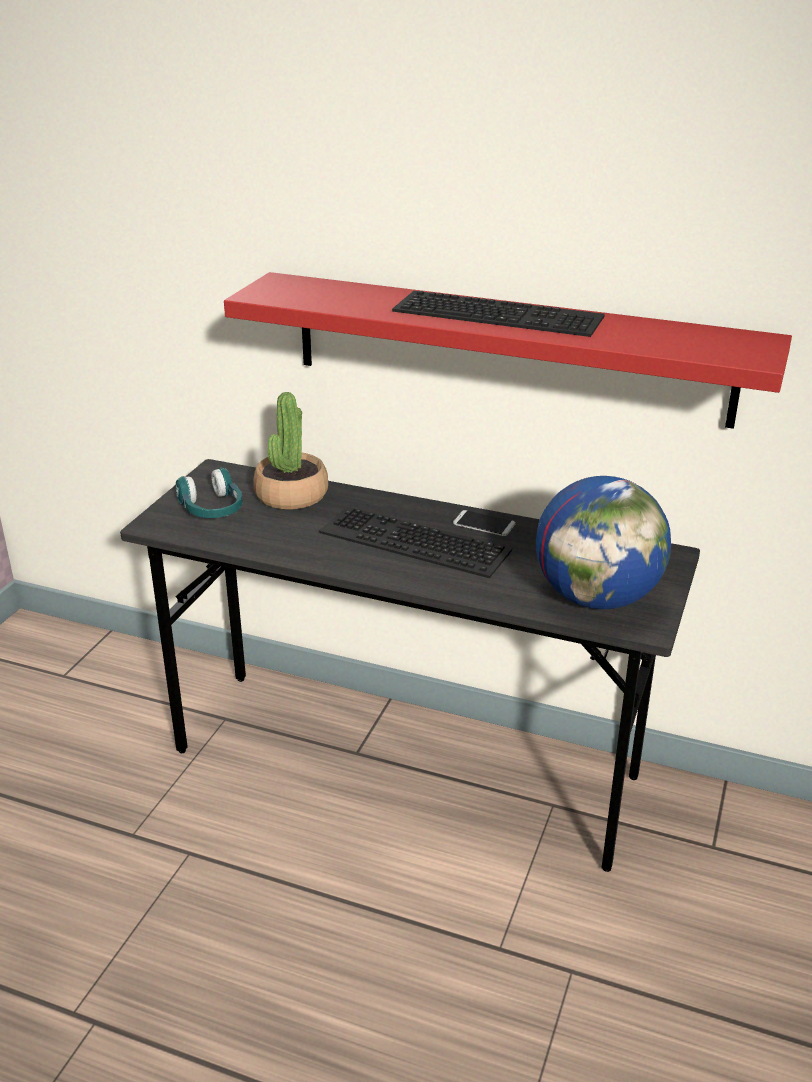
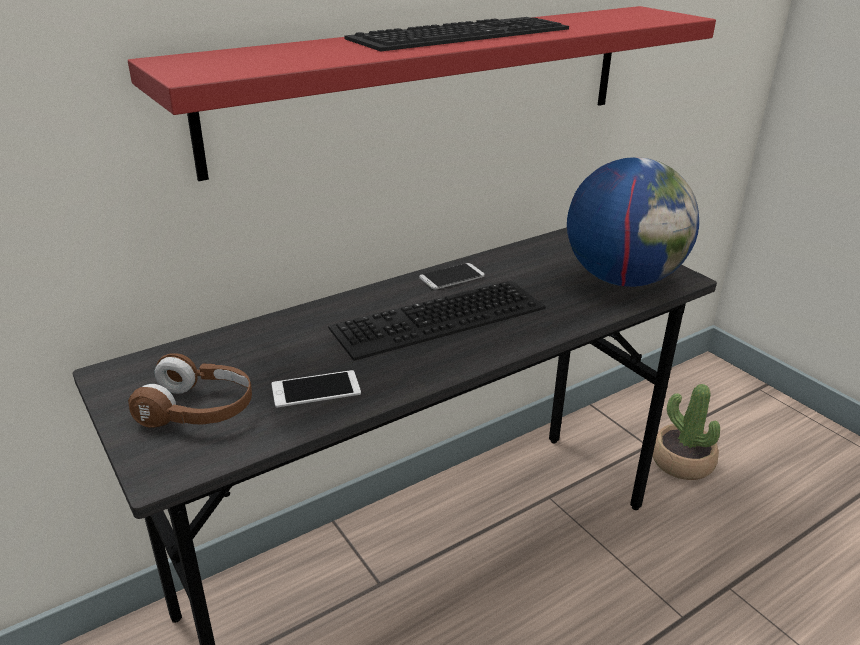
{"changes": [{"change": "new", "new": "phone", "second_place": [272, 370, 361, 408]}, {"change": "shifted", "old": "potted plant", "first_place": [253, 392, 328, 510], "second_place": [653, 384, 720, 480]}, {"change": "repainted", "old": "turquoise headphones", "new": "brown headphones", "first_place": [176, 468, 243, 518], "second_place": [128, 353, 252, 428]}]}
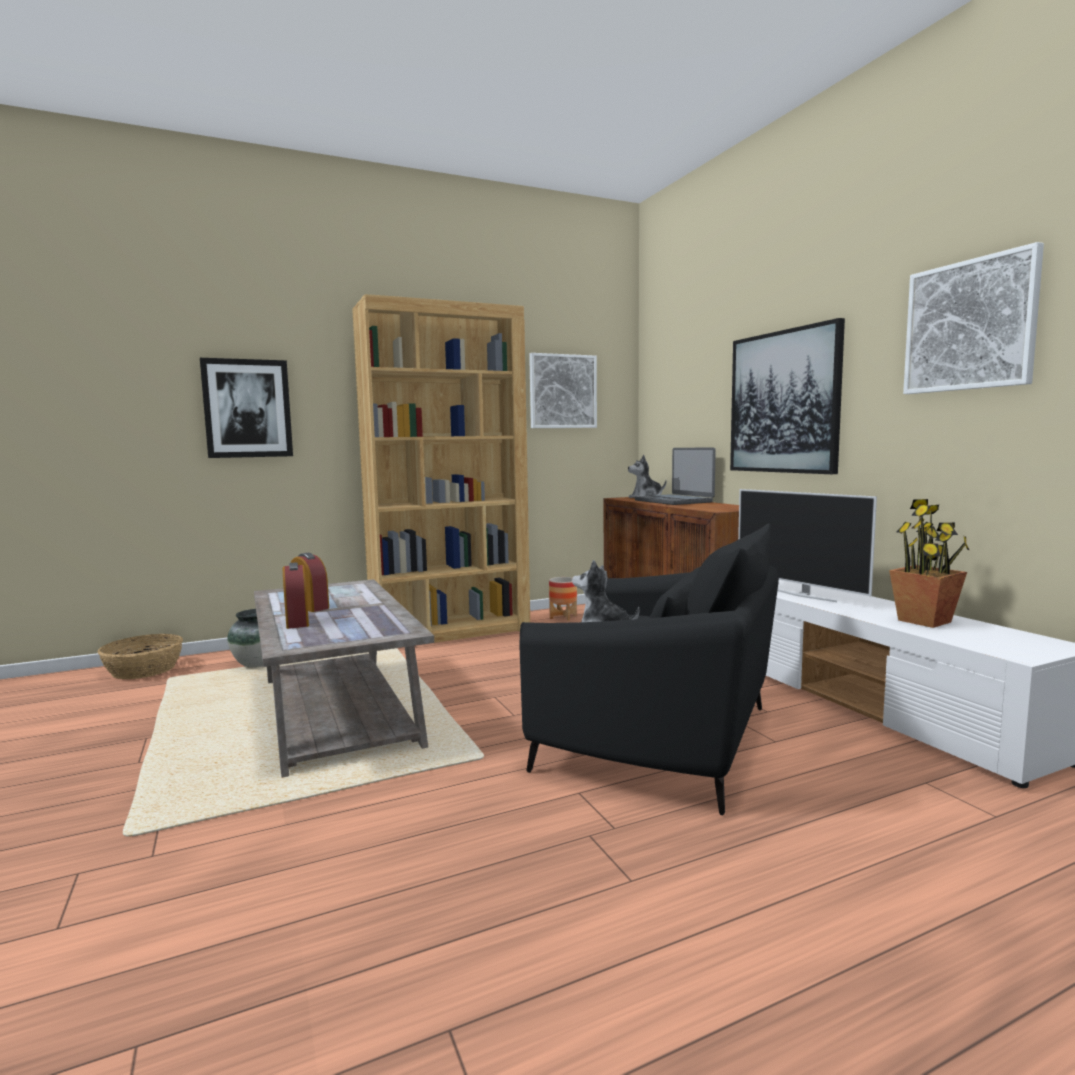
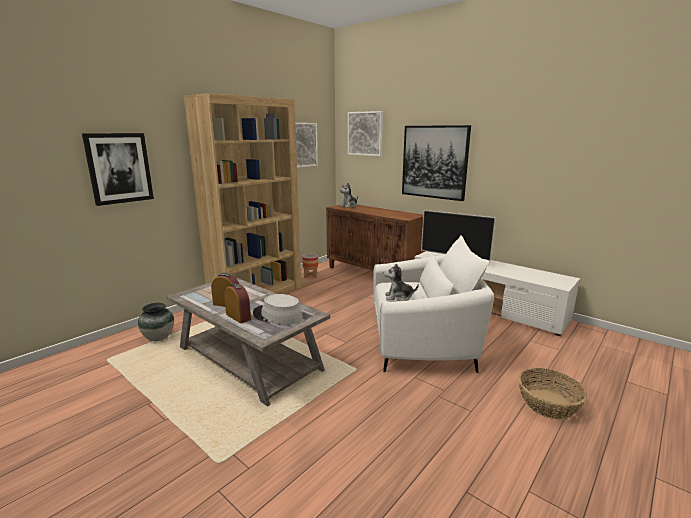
{"changes": [{"change": "gone", "old": "laptop", "first_place": [635, 448, 716, 505]}, {"change": "gone", "old": "potted plant", "first_place": [889, 499, 970, 628]}, {"change": "new", "new": "grey hat", "second_place": [253, 294, 303, 325]}, {"change": "shifted", "old": "basket", "first_place": [98, 634, 183, 679], "second_place": [518, 368, 587, 419]}, {"change": "shifted", "old": "picture", "first_place": [903, 242, 1044, 394], "second_place": [348, 111, 383, 156]}, {"change": "repainted", "old": "black armchair", "new": "white armchair", "first_place": [519, 524, 779, 815], "second_place": [373, 235, 494, 373]}]}
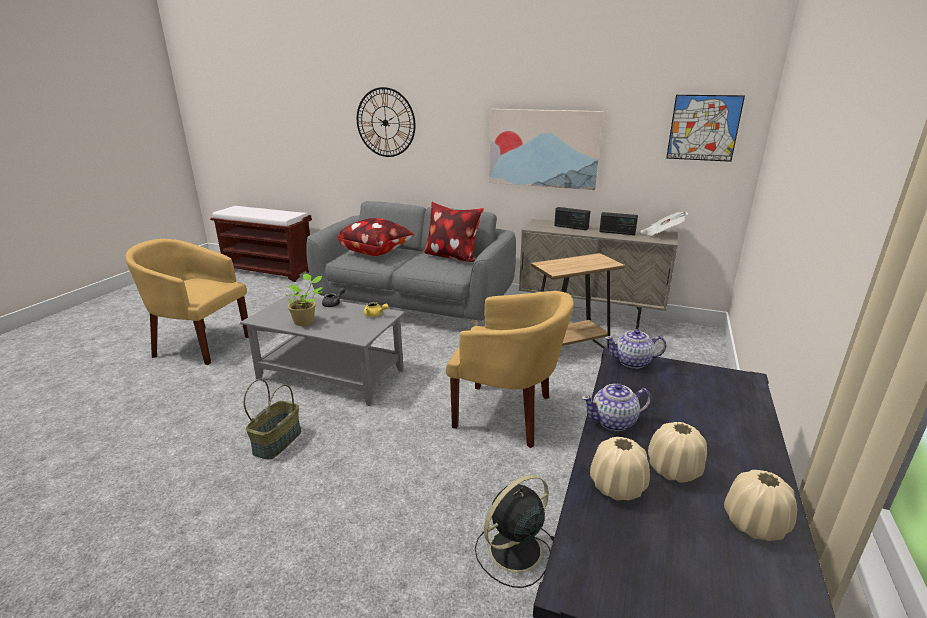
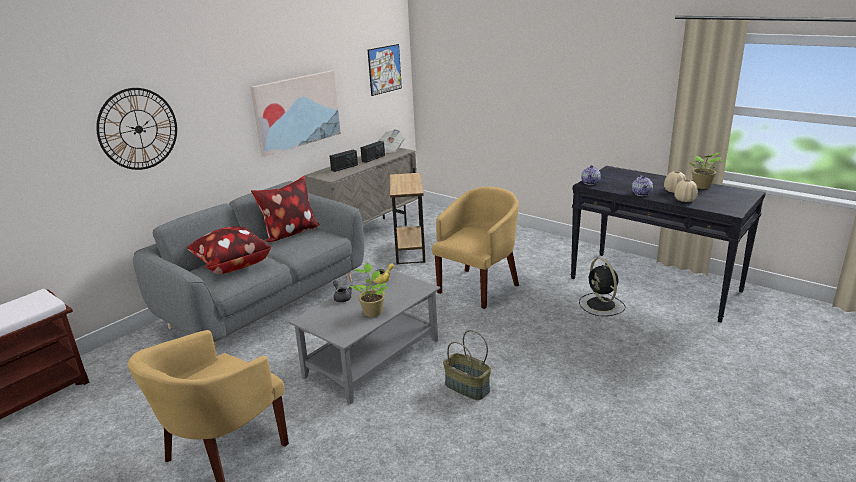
{"changes": [{"change": "swapped", "old": "beige vase", "new": "potted plant", "first_place": [724, 470, 797, 541], "second_place": [690, 152, 724, 189]}]}
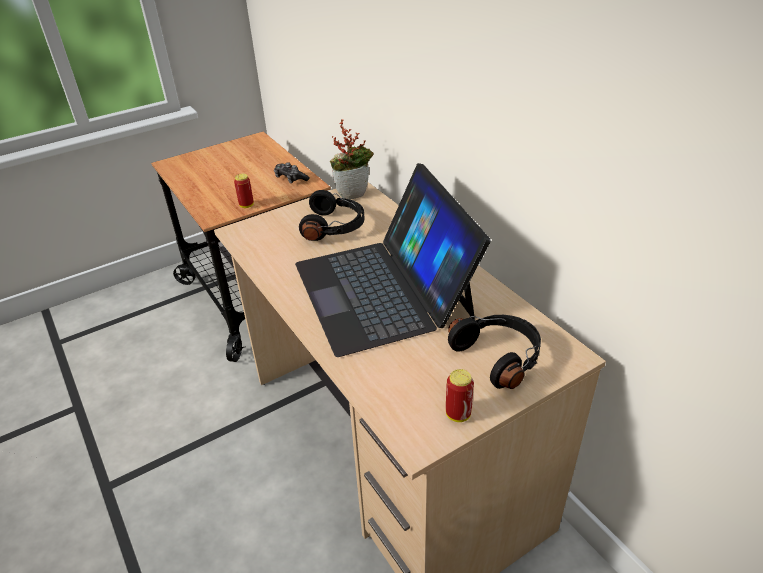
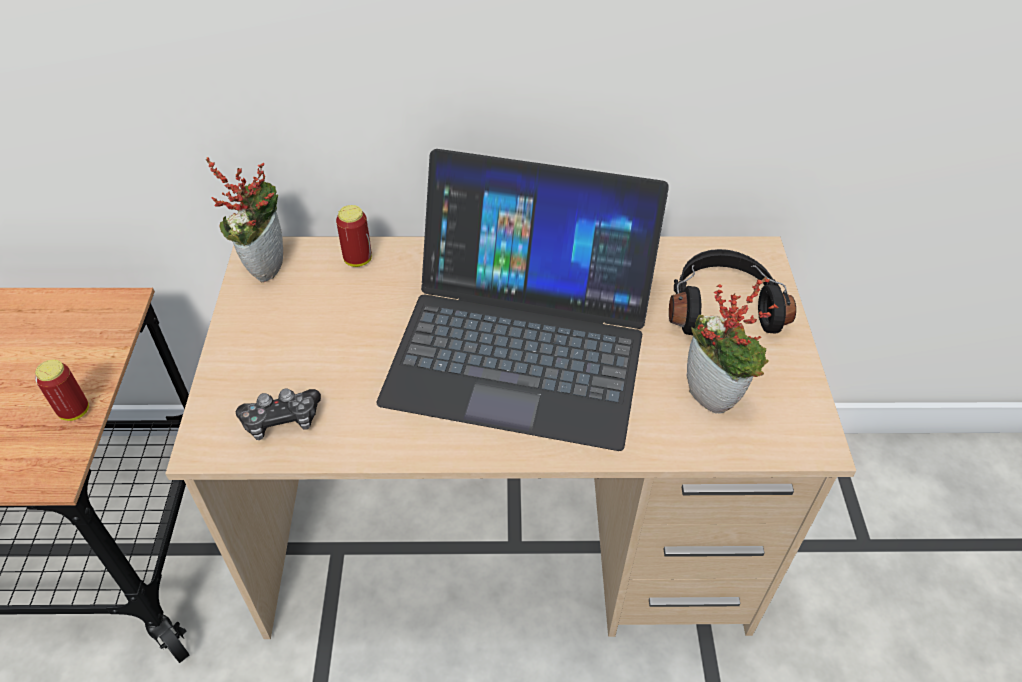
{"changes": [{"change": "gone", "old": "black headphones", "first_place": [299, 190, 364, 241]}, {"change": "new", "new": "potted plant", "second_place": [686, 277, 778, 414]}, {"change": "shifted", "old": "game controller", "first_place": [274, 162, 309, 183], "second_place": [236, 388, 321, 440]}, {"change": "shifted", "old": "can", "first_place": [446, 369, 474, 422], "second_place": [336, 205, 372, 267]}]}
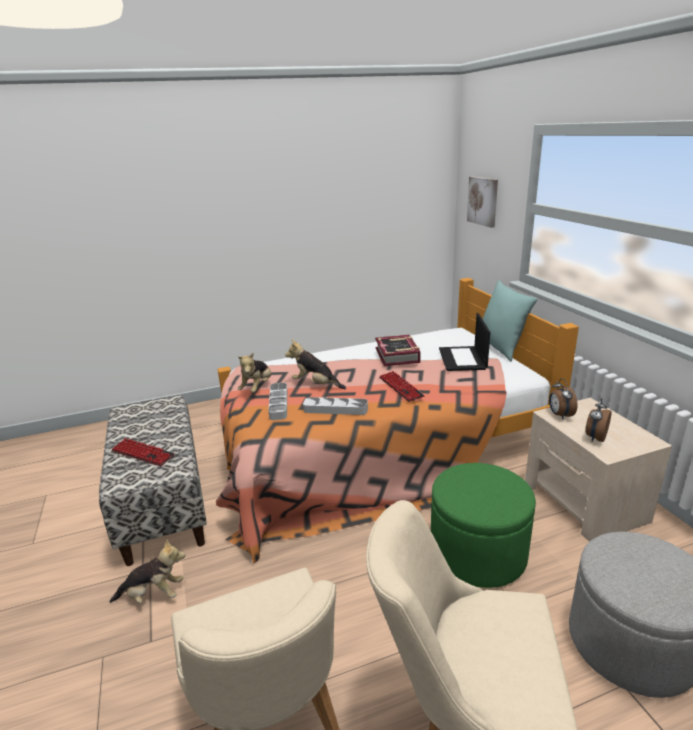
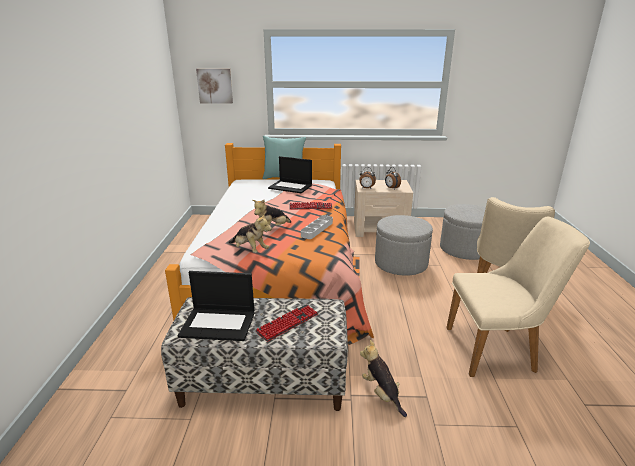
{"changes": [{"change": "gone", "old": "grey tray", "first_place": [268, 383, 287, 420]}, {"change": "gone", "old": "book", "first_place": [375, 335, 421, 366]}, {"change": "new", "new": "laptop", "second_place": [178, 271, 255, 341]}, {"change": "repainted", "old": "green ottoman", "new": "grey ottoman", "first_place": [431, 463, 536, 588], "second_place": [375, 215, 433, 276]}, {"change": "rotated", "old": "plush toy", "first_place": [110, 539, 185, 604], "second_place": [360, 340, 407, 417], "degrees": -45}]}
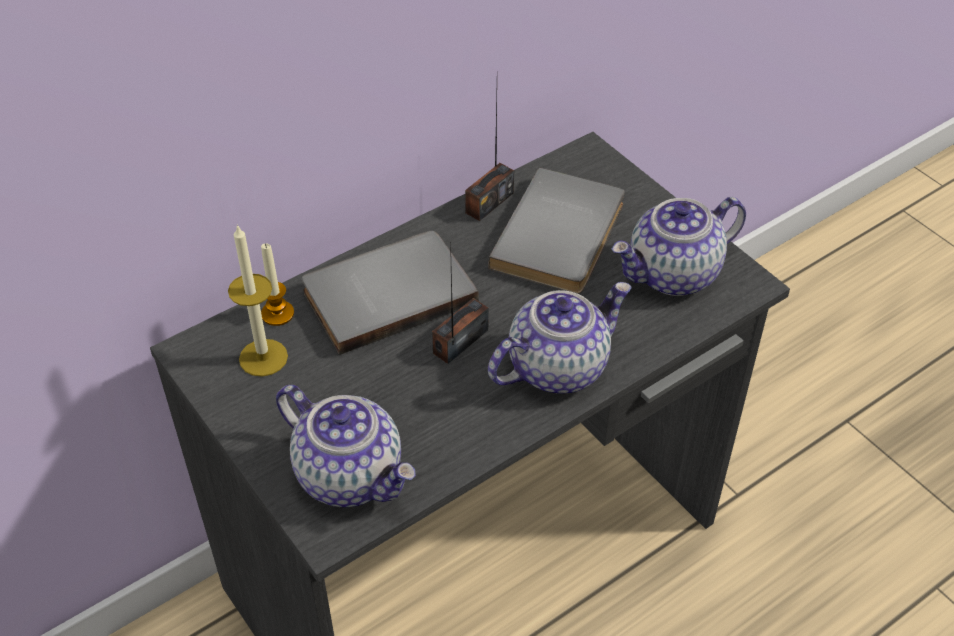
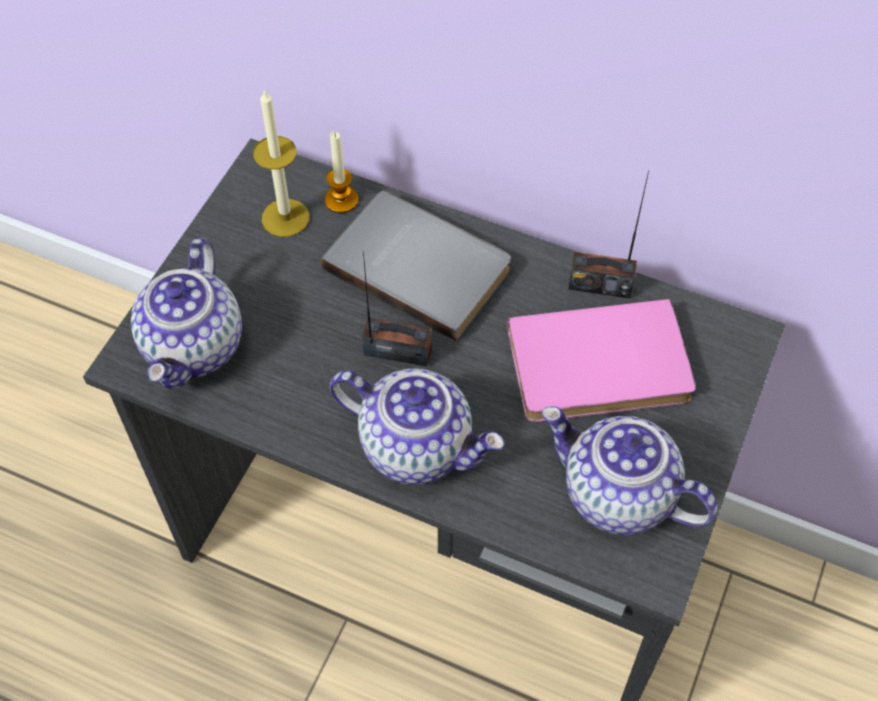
{"changes": [{"change": "repainted", "old": "grey book", "new": "pink book", "first_place": [488, 167, 625, 294], "second_place": [507, 299, 696, 422]}]}
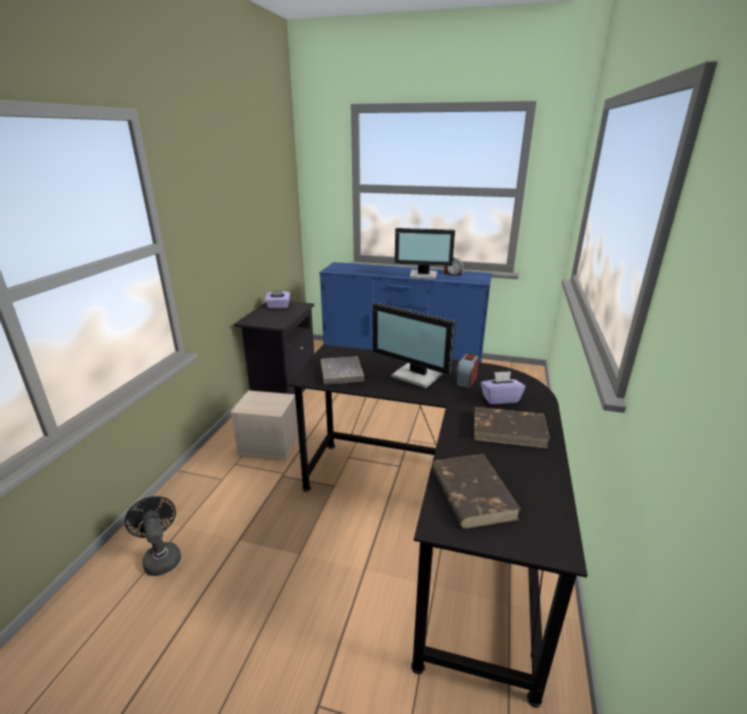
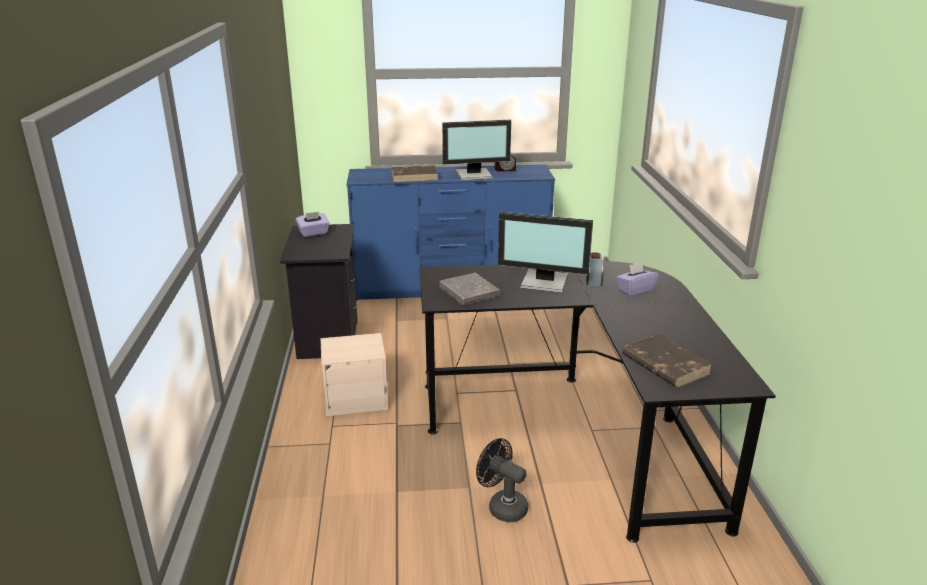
{"changes": [{"change": "shifted", "old": "black fan", "first_place": [124, 496, 181, 576], "second_place": [476, 438, 528, 522]}, {"change": "shifted", "old": "brown book", "first_place": [474, 407, 550, 449], "second_place": [391, 165, 438, 182]}]}
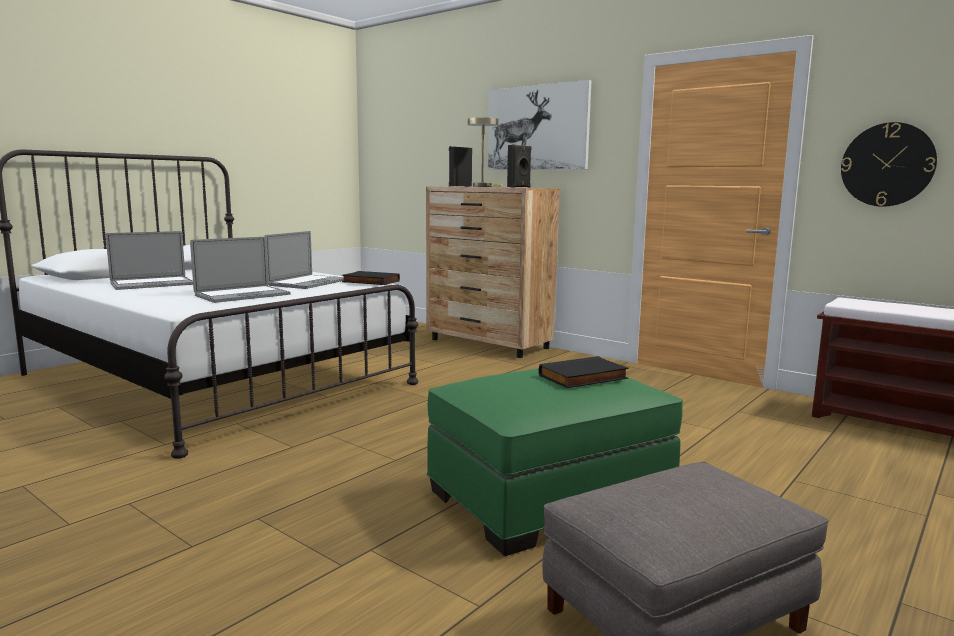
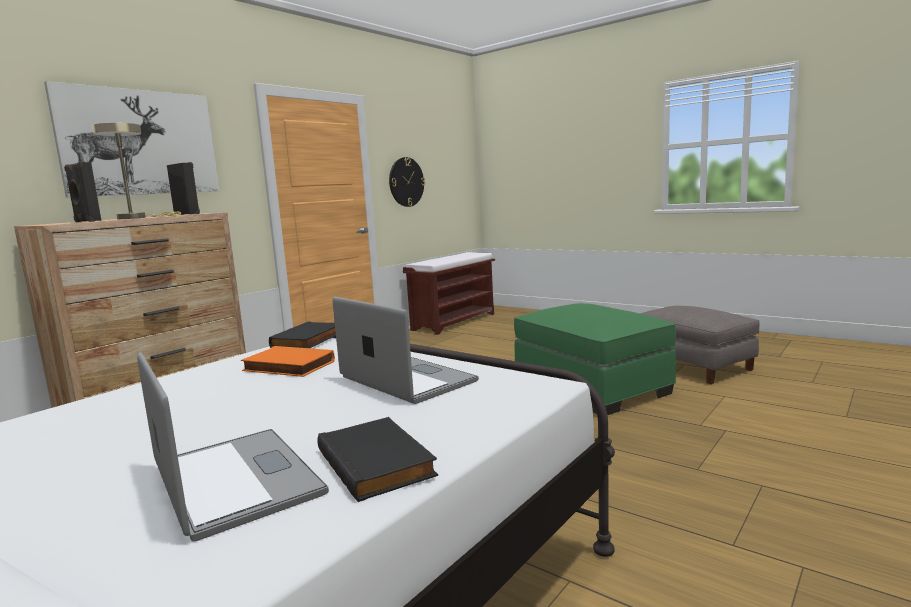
{"changes": [{"change": "shifted", "old": "black book", "first_place": [539, 356, 629, 388], "second_place": [317, 417, 438, 502]}, {"change": "swapped", "old": "laptop", "new": "orange book", "first_place": [265, 231, 344, 289], "second_place": [241, 346, 335, 377]}]}
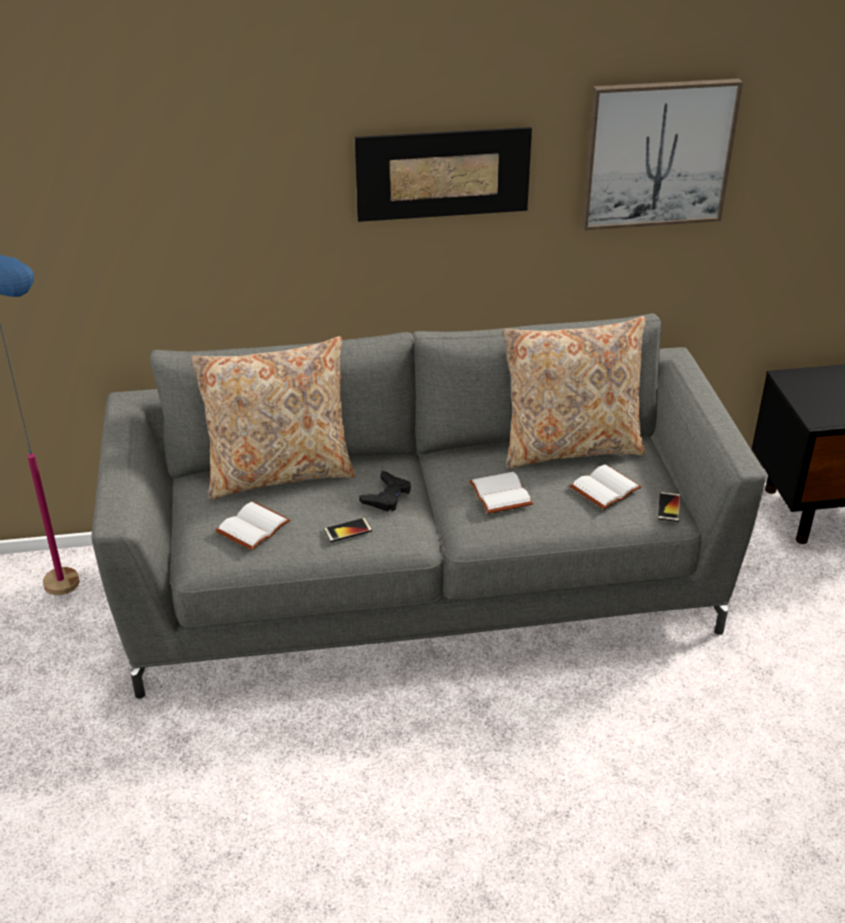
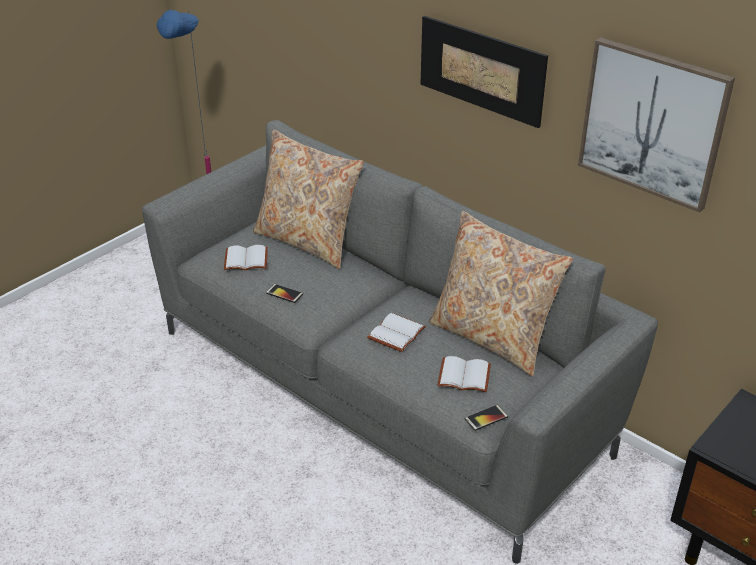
{"changes": [{"change": "gone", "old": "black game controller", "first_place": [359, 471, 411, 512]}]}
